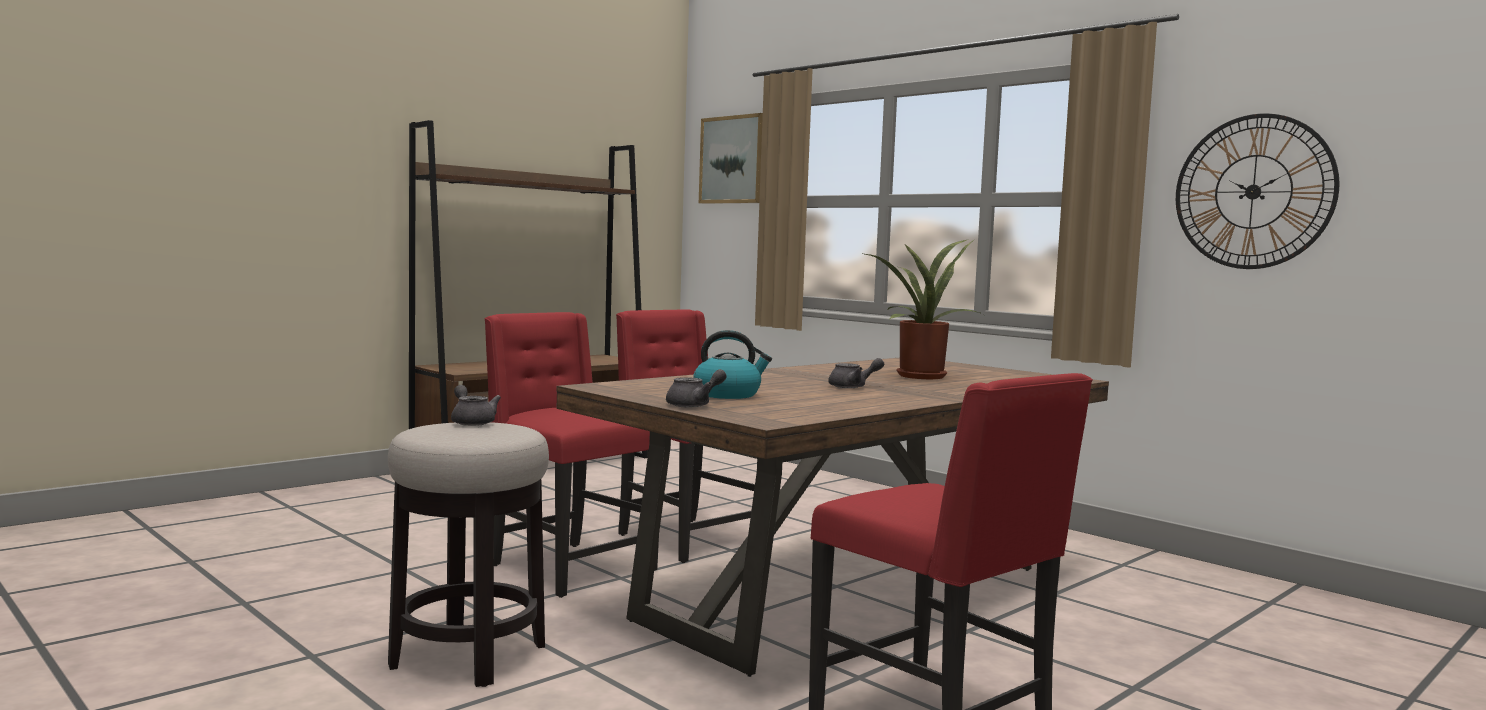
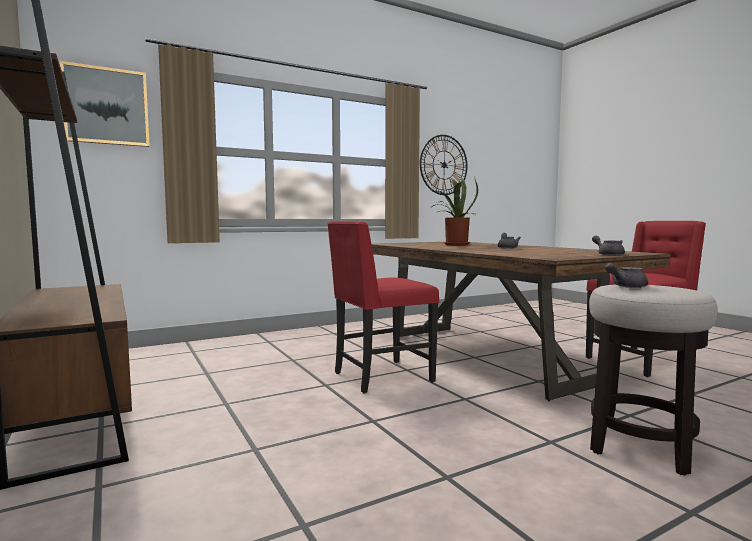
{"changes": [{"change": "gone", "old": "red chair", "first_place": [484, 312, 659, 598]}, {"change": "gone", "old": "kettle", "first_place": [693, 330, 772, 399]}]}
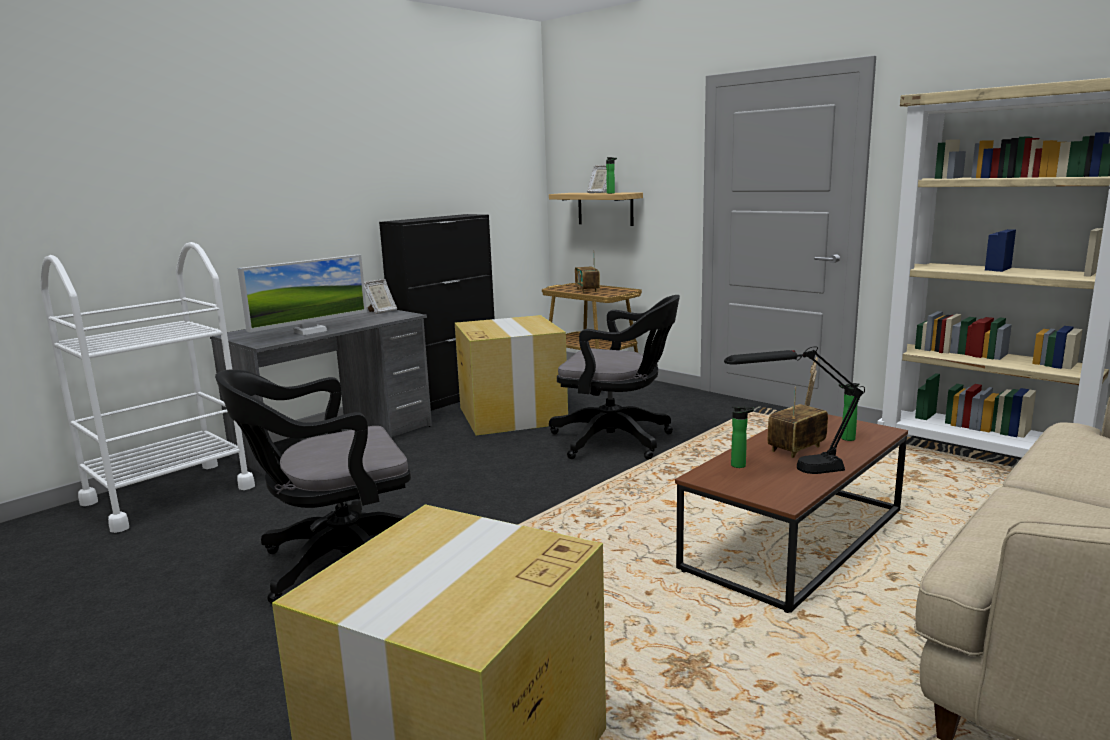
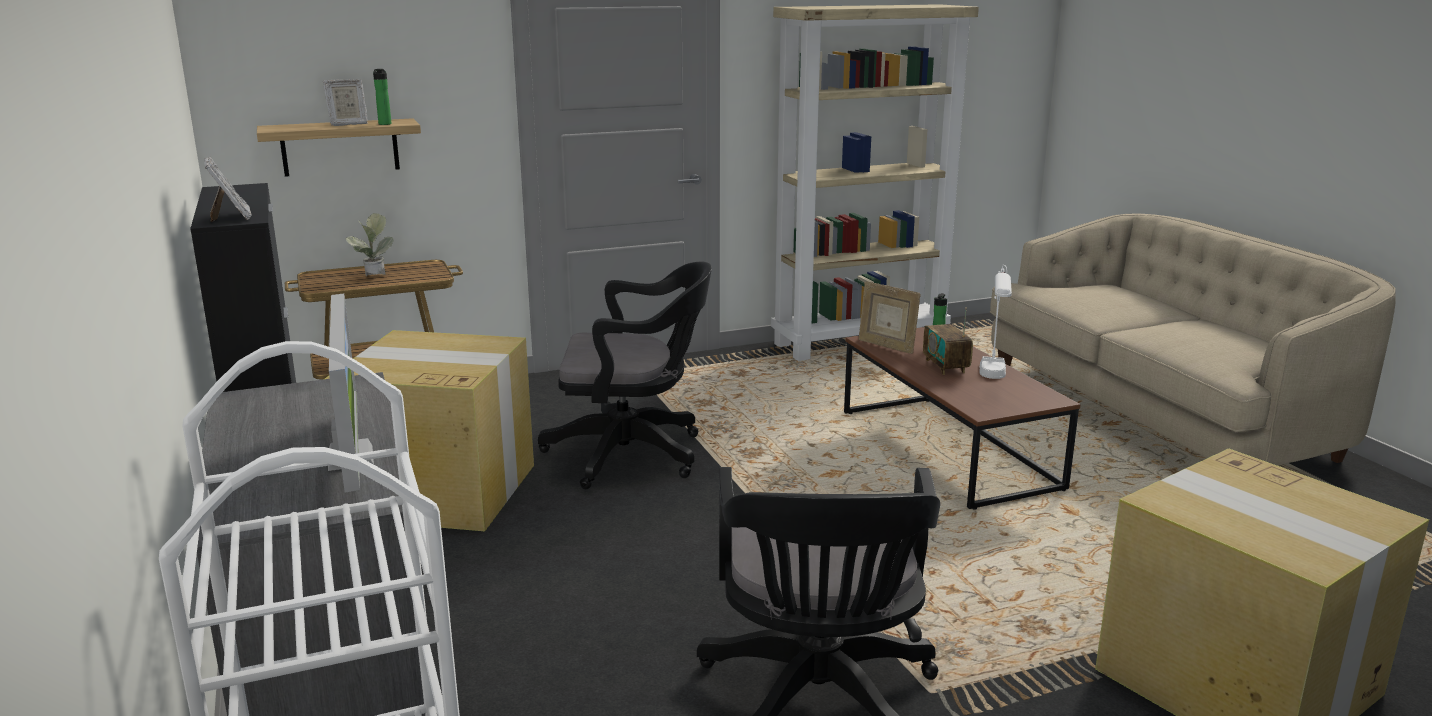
{"changes": [{"change": "gone", "old": "bottle", "first_place": [731, 405, 754, 468]}, {"change": "shifted", "old": "picture frame", "first_place": [364, 279, 397, 314], "second_place": [204, 157, 252, 222]}, {"change": "swapped", "old": "radio", "new": "potted plant", "first_place": [575, 251, 600, 293], "second_place": [346, 213, 394, 276]}, {"change": "repainted", "old": "black table lamp", "new": "white table lamp", "first_place": [724, 347, 865, 474], "second_place": [980, 265, 1012, 379]}, {"change": "rotated", "old": "black office chair", "first_place": [549, 295, 680, 460], "second_place": [538, 262, 712, 489], "degrees": 45}]}
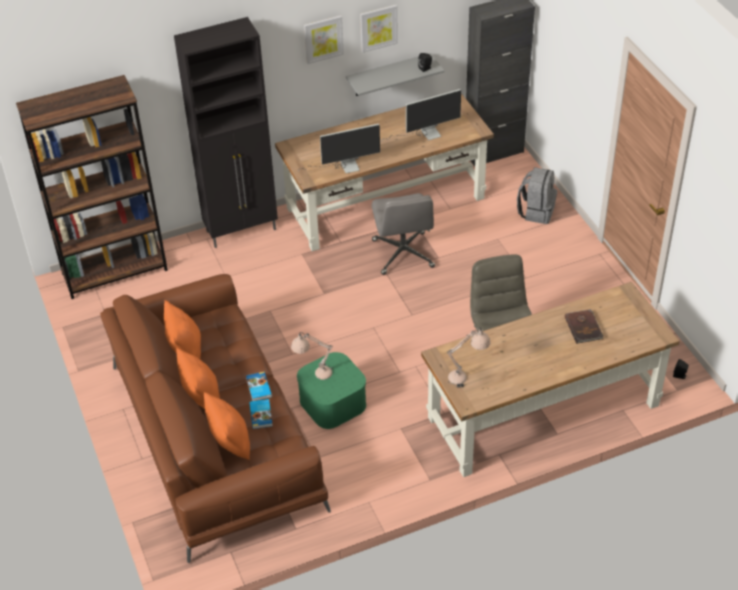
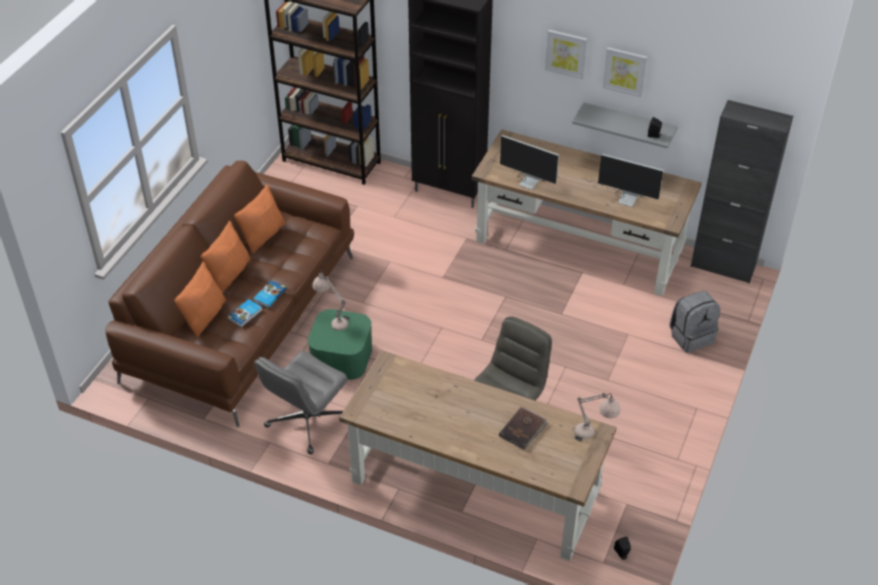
{"changes": [{"change": "shifted", "old": "grey office chair", "first_place": [372, 193, 435, 275], "second_place": [254, 351, 348, 454]}, {"change": "shifted", "old": "beige table lamp", "first_place": [447, 327, 490, 388], "second_place": [572, 393, 621, 442]}]}
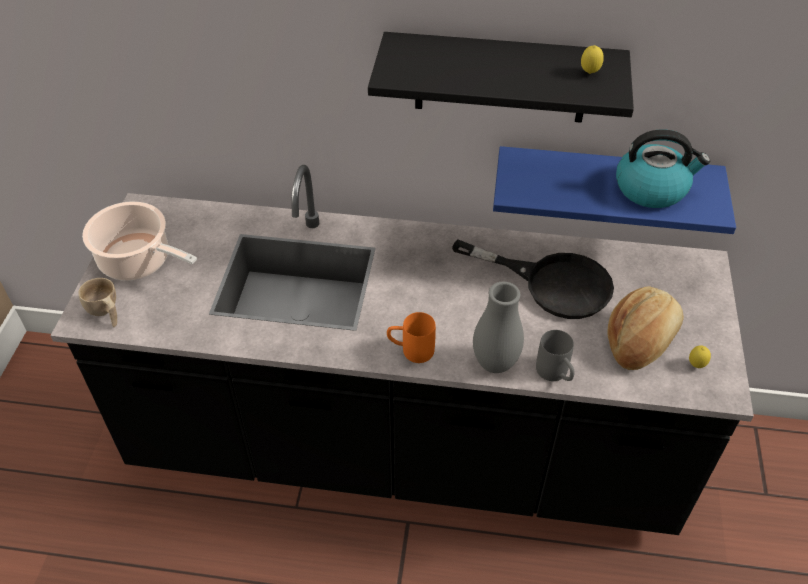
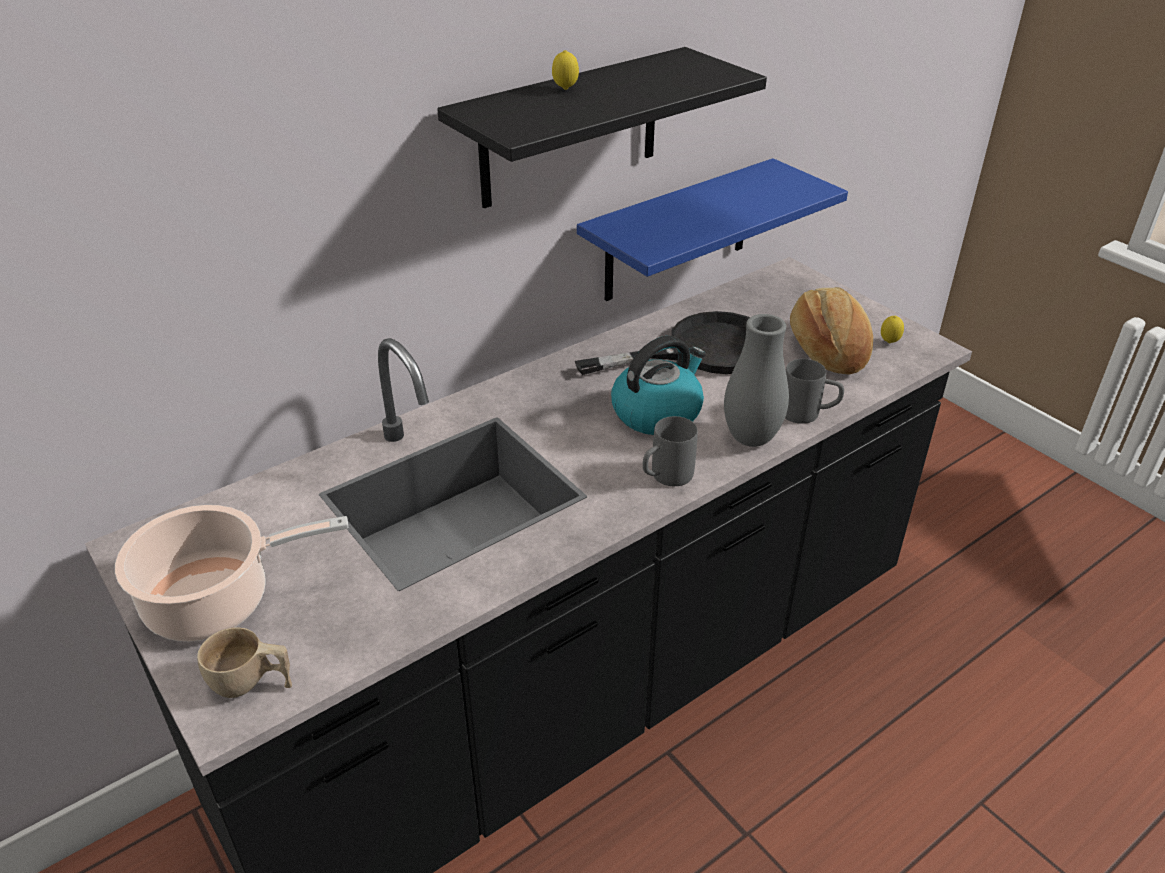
{"changes": [{"change": "shifted", "old": "lemon", "first_place": [581, 45, 604, 74], "second_place": [552, 50, 579, 90]}, {"change": "shifted", "old": "kettle", "first_place": [616, 130, 710, 208], "second_place": [611, 335, 706, 435]}, {"change": "repainted", "old": "orange mug", "new": "grey mug", "first_place": [387, 312, 436, 363], "second_place": [643, 416, 698, 486]}]}
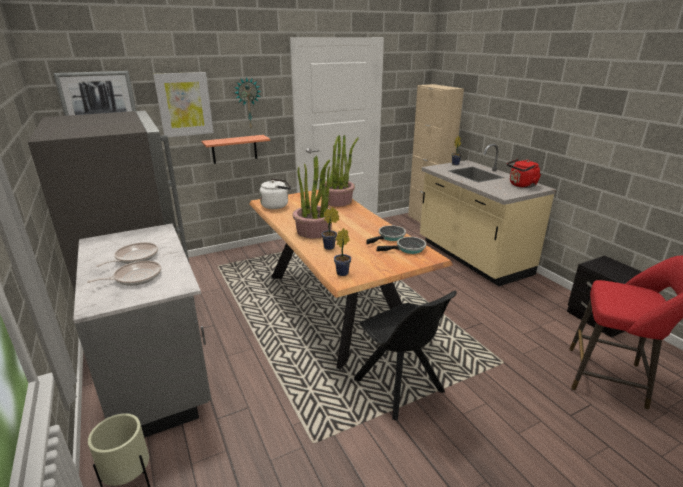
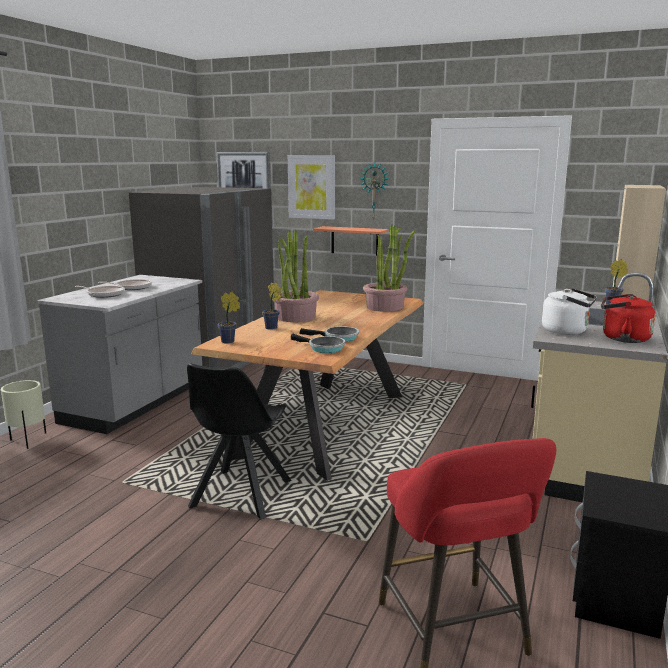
{"changes": [{"change": "shifted", "old": "white kettle", "first_place": [260, 178, 291, 209], "second_place": [542, 288, 597, 335]}]}
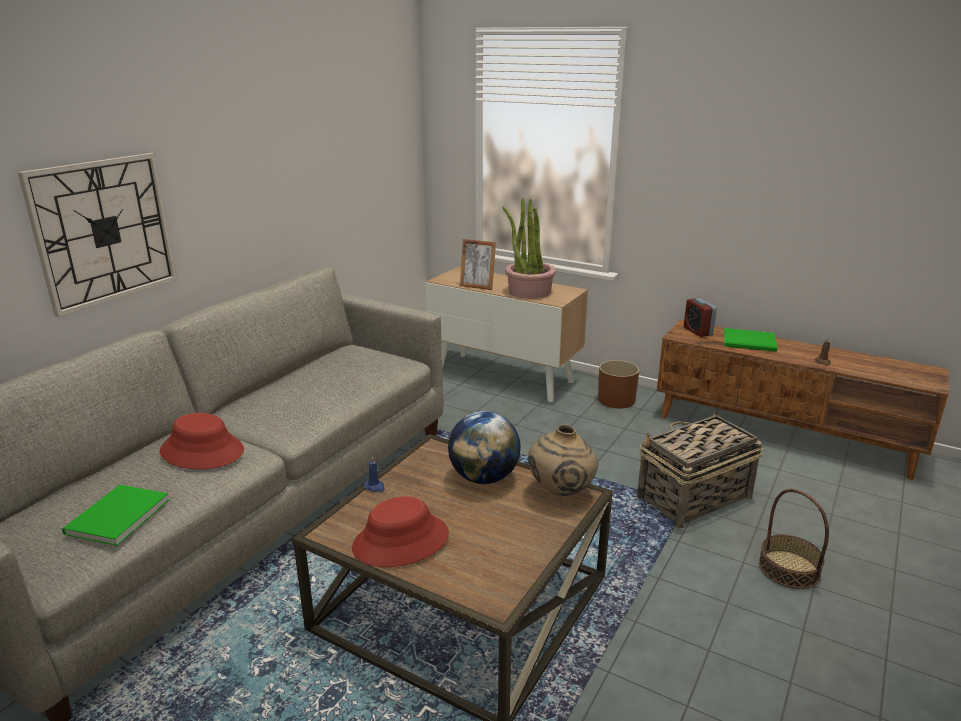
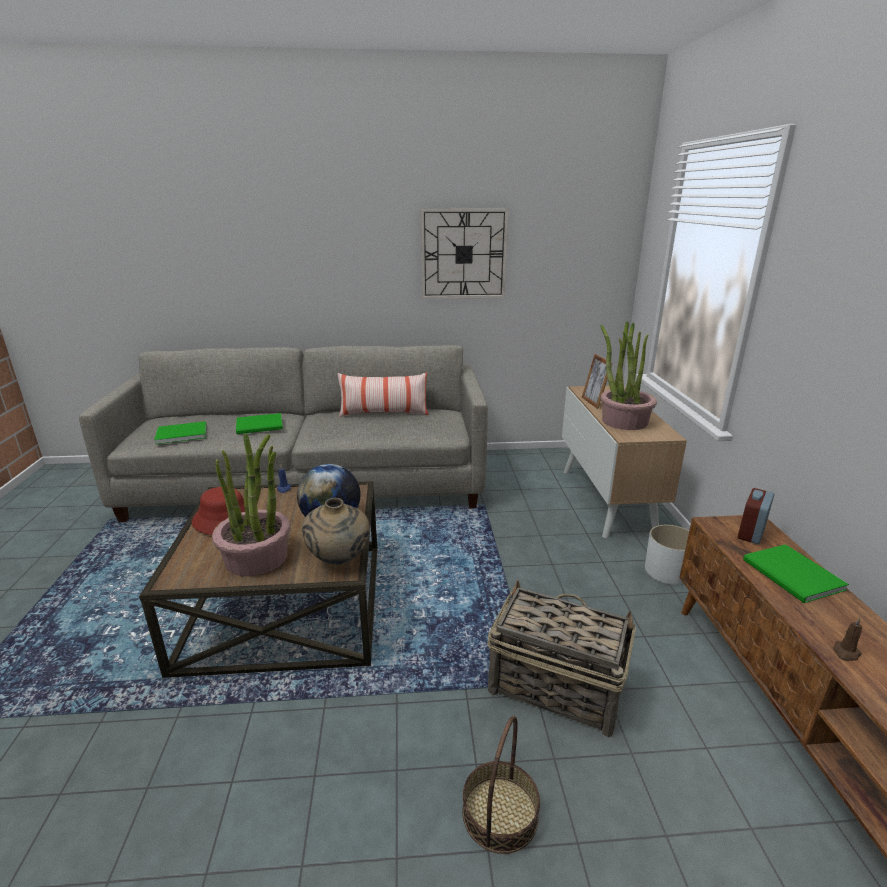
{"changes": [{"change": "new", "new": "potted plant", "second_place": [212, 433, 290, 577]}, {"change": "new", "new": "pillow", "second_place": [338, 373, 428, 417]}, {"change": "shifted", "old": "wall clock", "first_place": [18, 153, 177, 317], "second_place": [421, 208, 509, 299]}, {"change": "swapped", "old": "red hat", "new": "green book", "first_place": [160, 413, 244, 469], "second_place": [236, 413, 283, 434]}, {"change": "repainted", "old": "brown planter", "new": "white planter", "first_place": [598, 360, 639, 408], "second_place": [645, 525, 689, 585]}]}
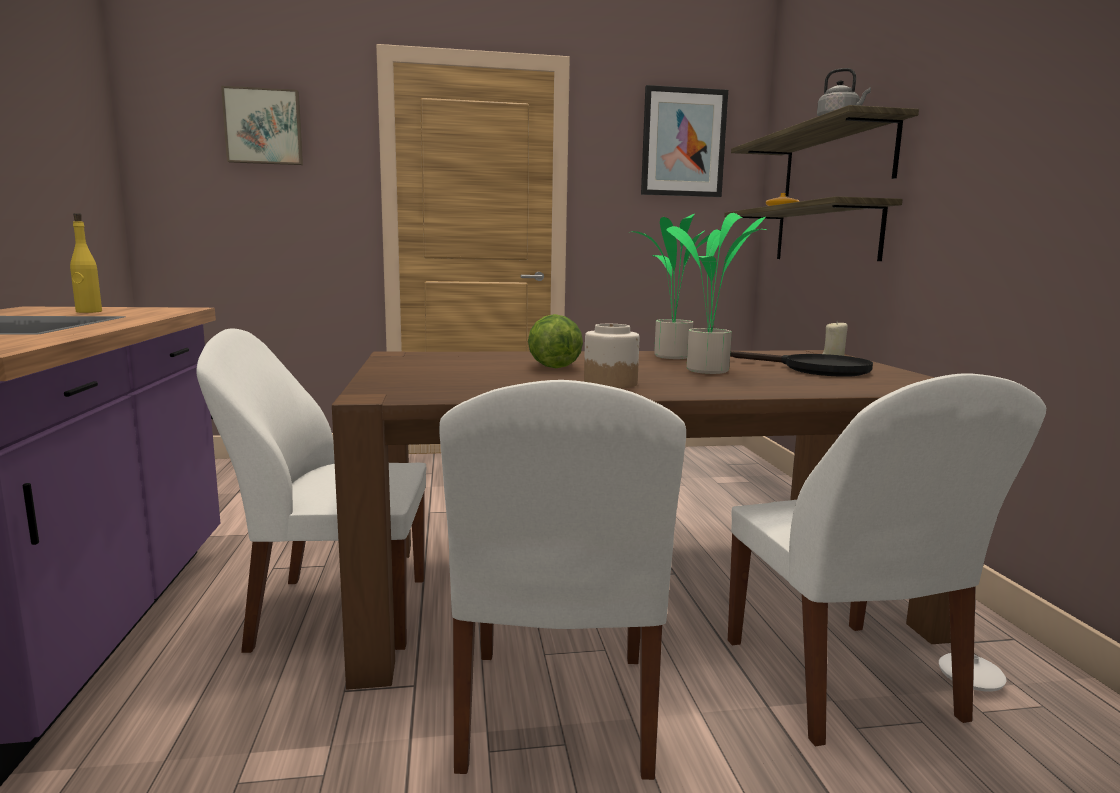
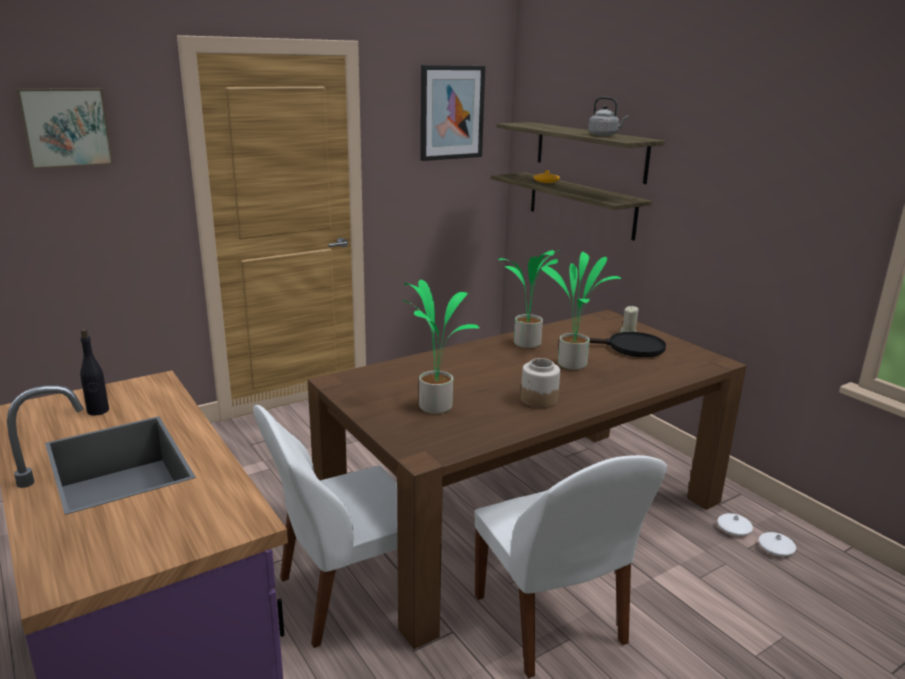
{"changes": [{"change": "gone", "old": "lettuce", "first_place": [528, 314, 583, 368]}, {"change": "gone", "old": "white chair", "first_place": [728, 373, 1046, 746]}, {"change": "new", "new": "potted plant", "second_place": [403, 279, 480, 414]}, {"change": "new", "new": "white vase", "second_place": [759, 532, 796, 556]}, {"change": "repainted", "old": "yellow bottle", "new": "black bottle", "first_place": [70, 213, 102, 313], "second_place": [80, 329, 109, 416]}]}
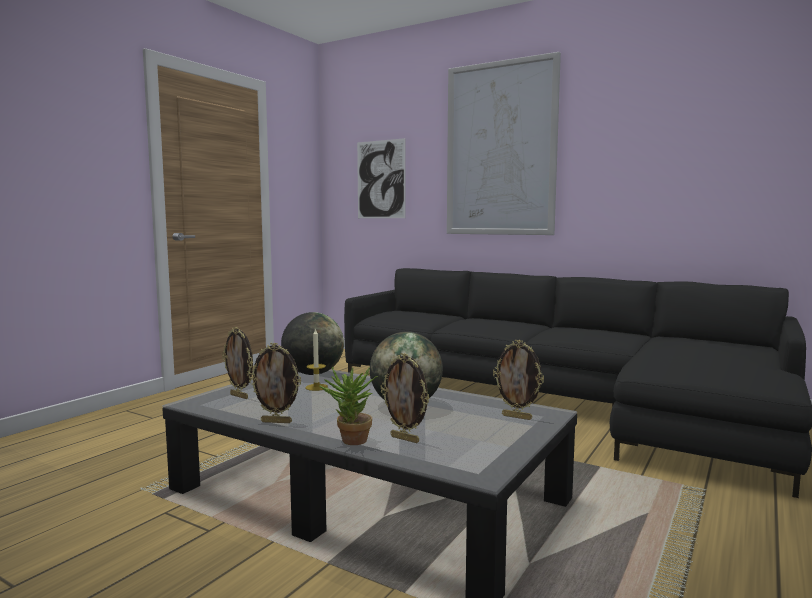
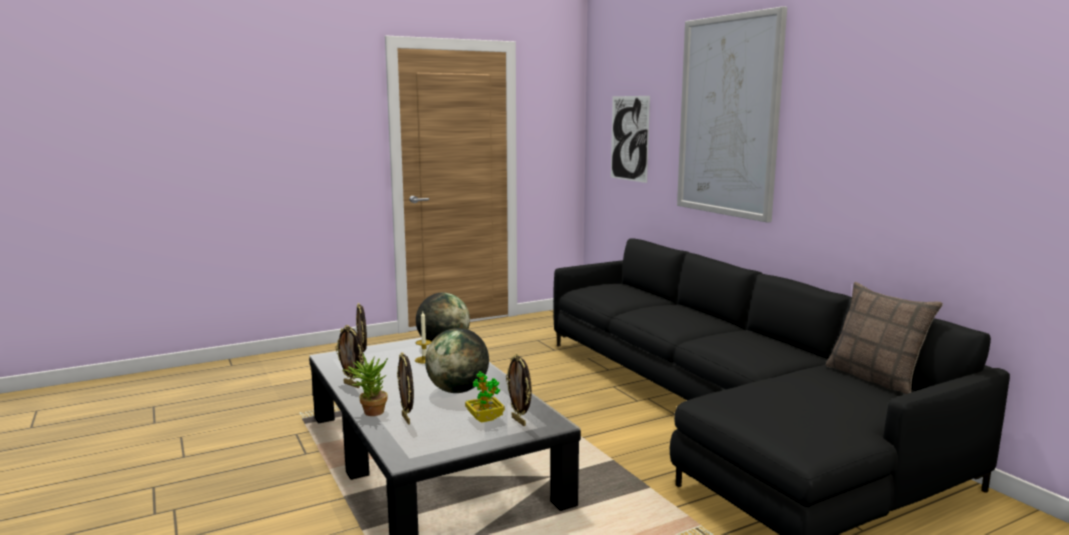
{"changes": [{"change": "new", "new": "potted plant", "second_place": [465, 371, 505, 423]}, {"change": "new", "new": "pillow", "second_place": [826, 282, 943, 394]}]}
